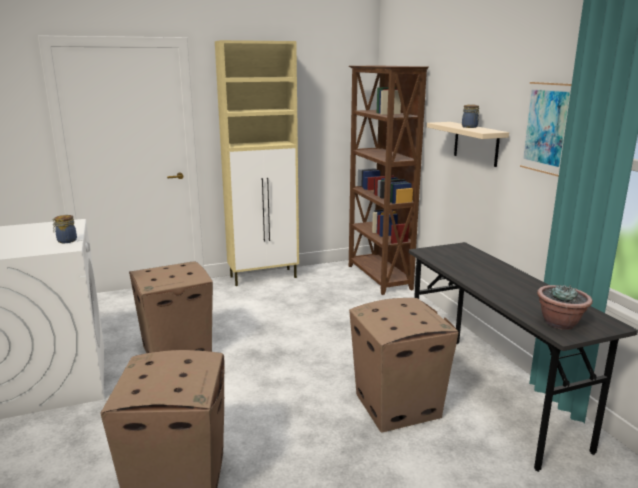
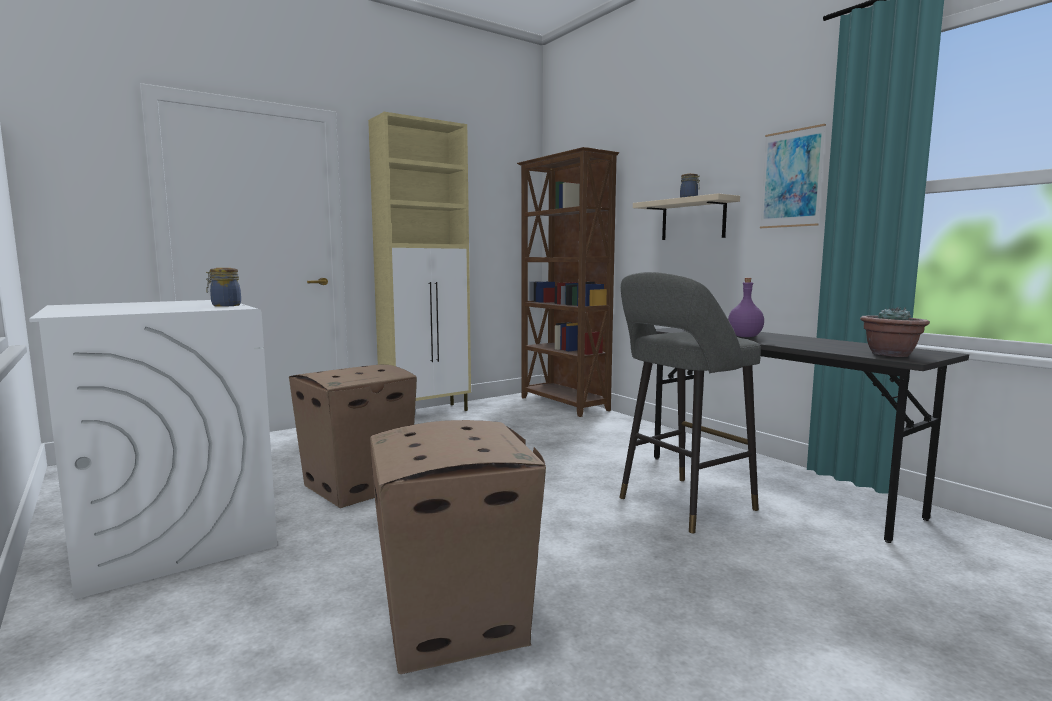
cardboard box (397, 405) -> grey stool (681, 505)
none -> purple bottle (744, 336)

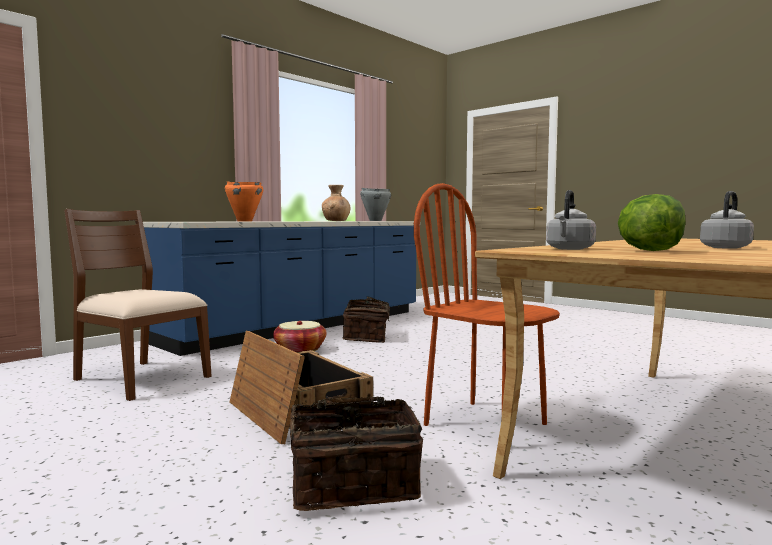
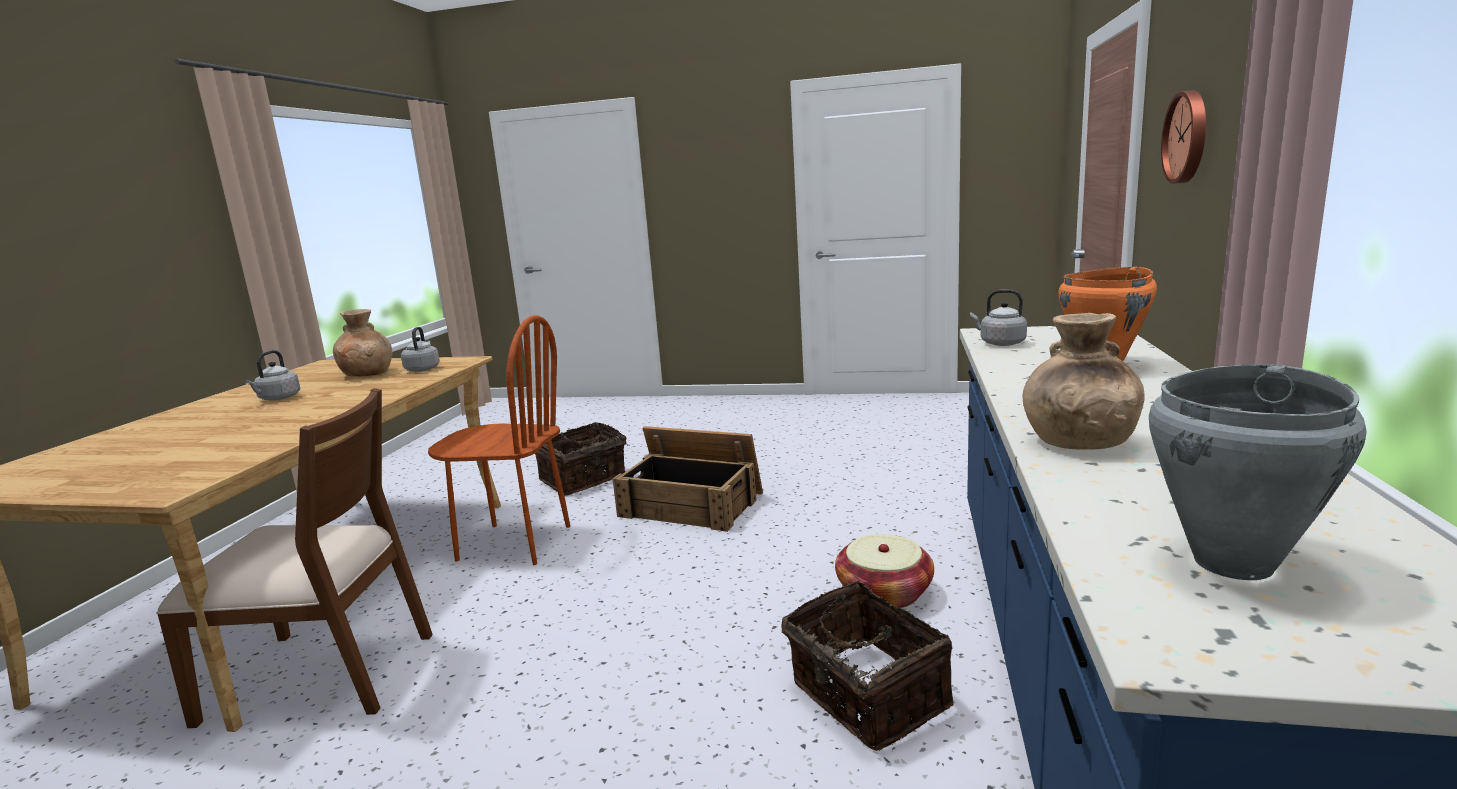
brown chair (140, 378) -> brown chair (324, 674), relocated
lettuce (650, 251) -> brown vase (368, 374)
none -> grey kettle (1000, 343)
none -> wall clock (1188, 137)

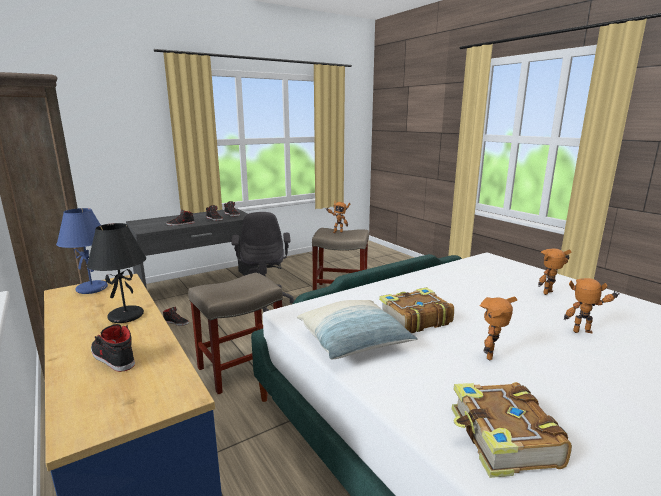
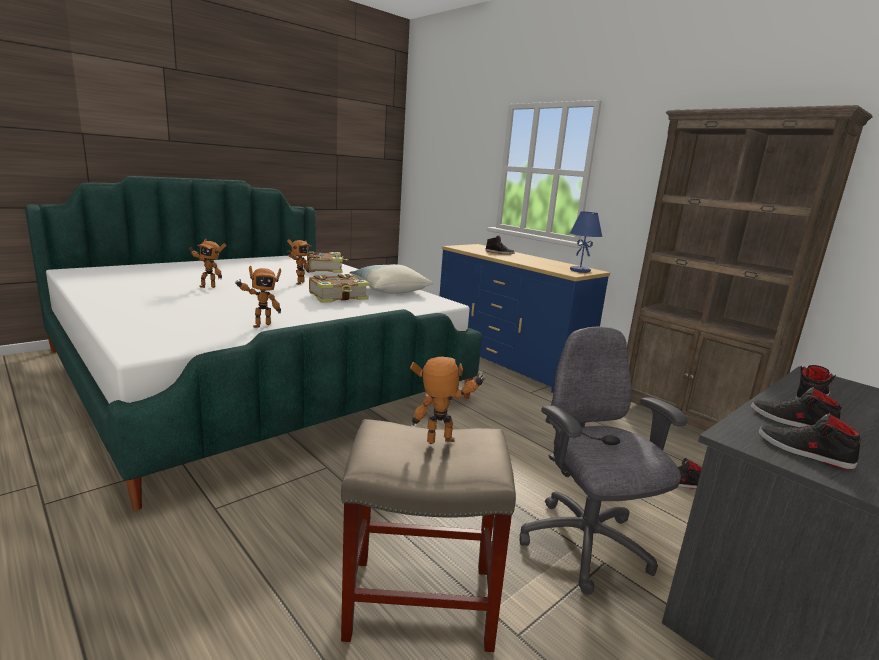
black table lamp (126, 316) -> none
beige stool (240, 368) -> none
toy robot (550, 293) -> toy robot (260, 325), relocated

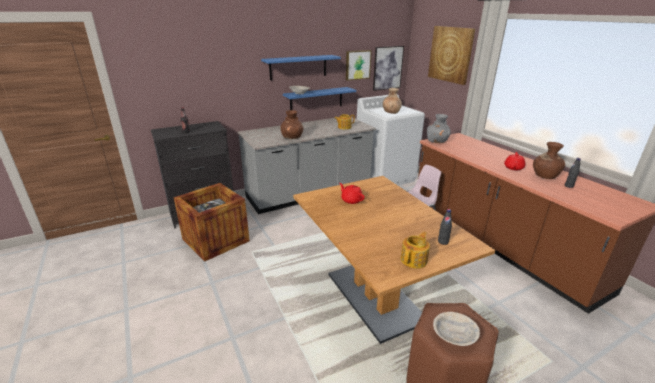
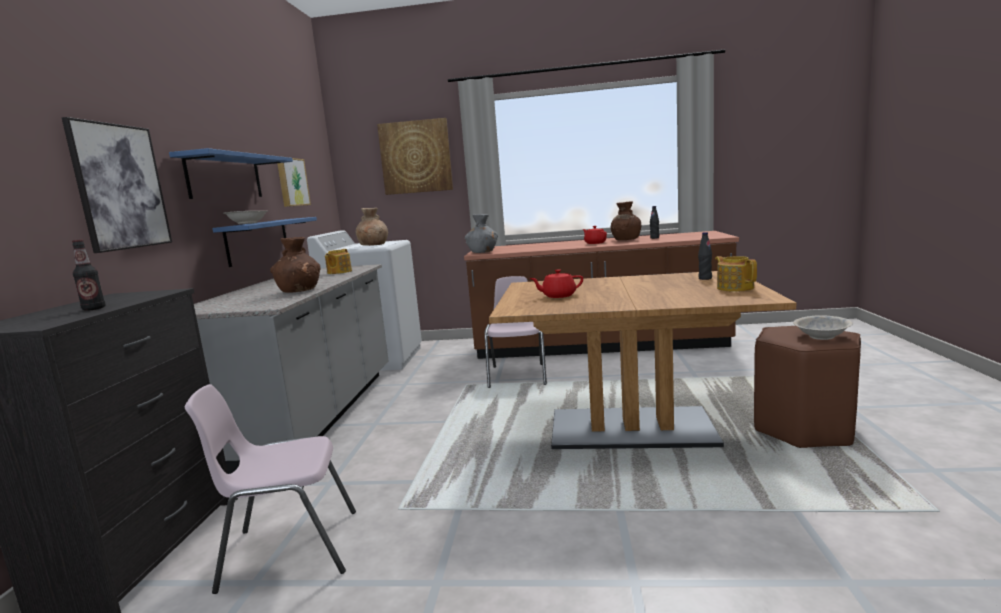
crate (216, 240) -> pink chair (288, 550)
picture (387, 68) -> picture (120, 187), relocated

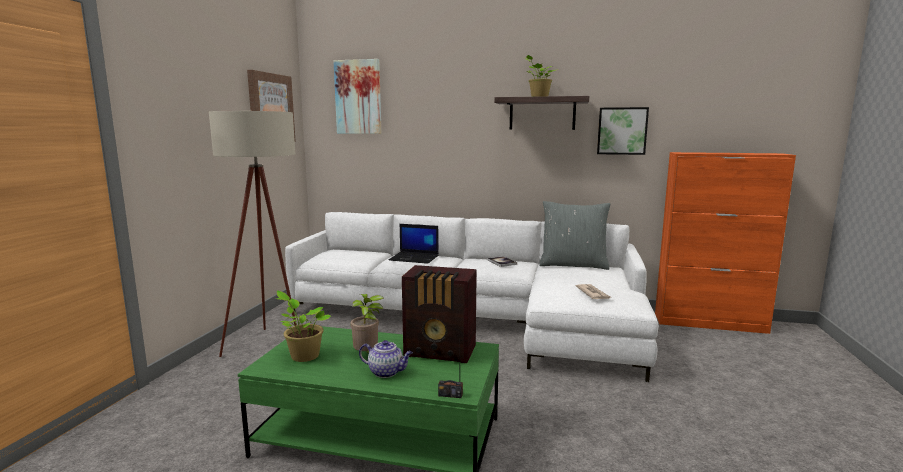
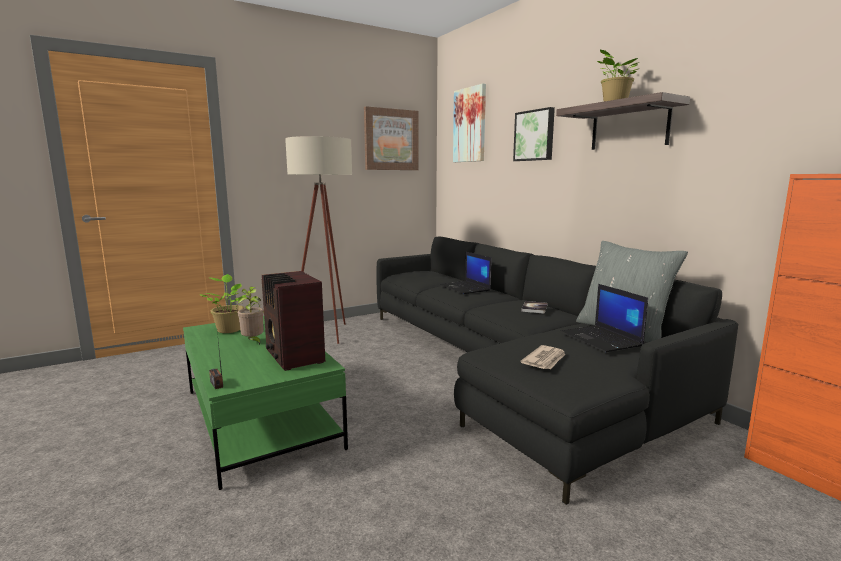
white sofa (476, 319) -> black sofa (506, 368)
teapot (386, 372) -> none
picture (622, 131) -> picture (535, 135), relocated
none -> laptop (602, 339)

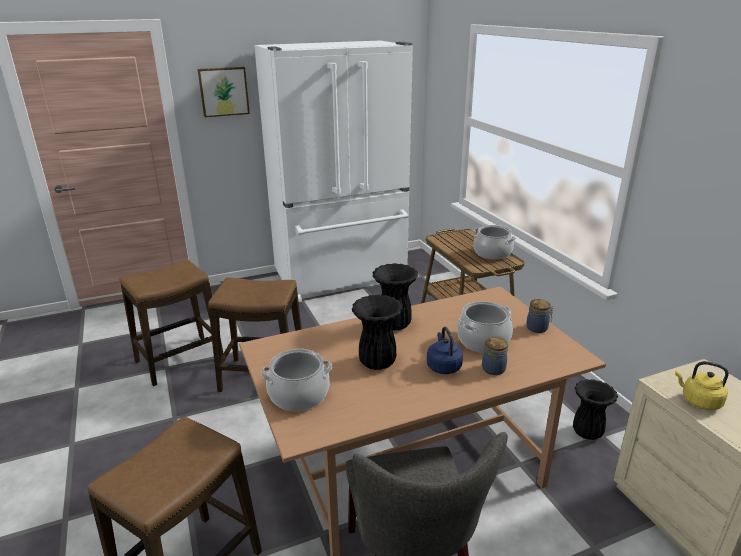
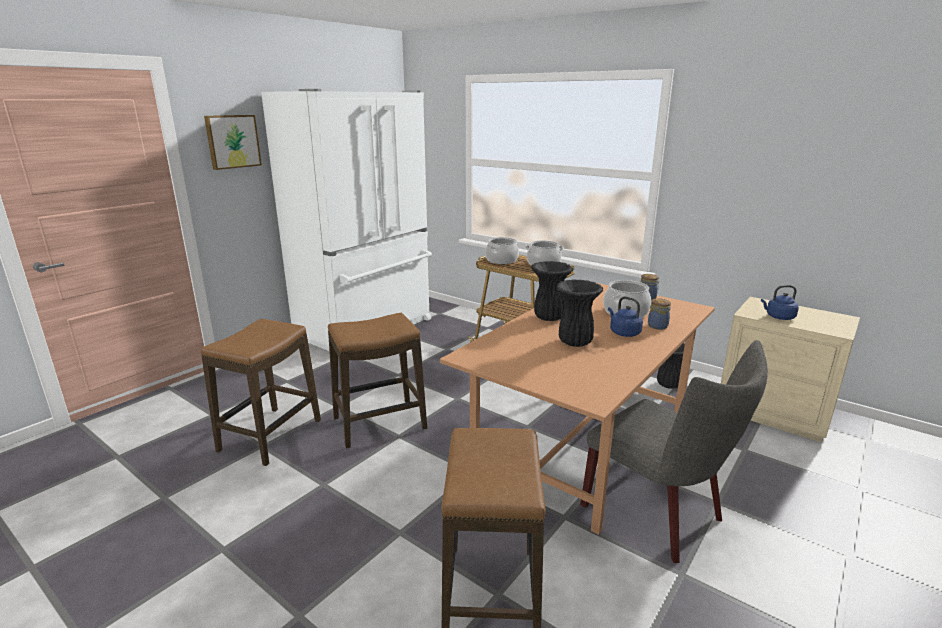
cooking pot (299, 394) -> cooking pot (501, 260), relocated
yellow kettle (698, 401) -> blue kettle (778, 317)

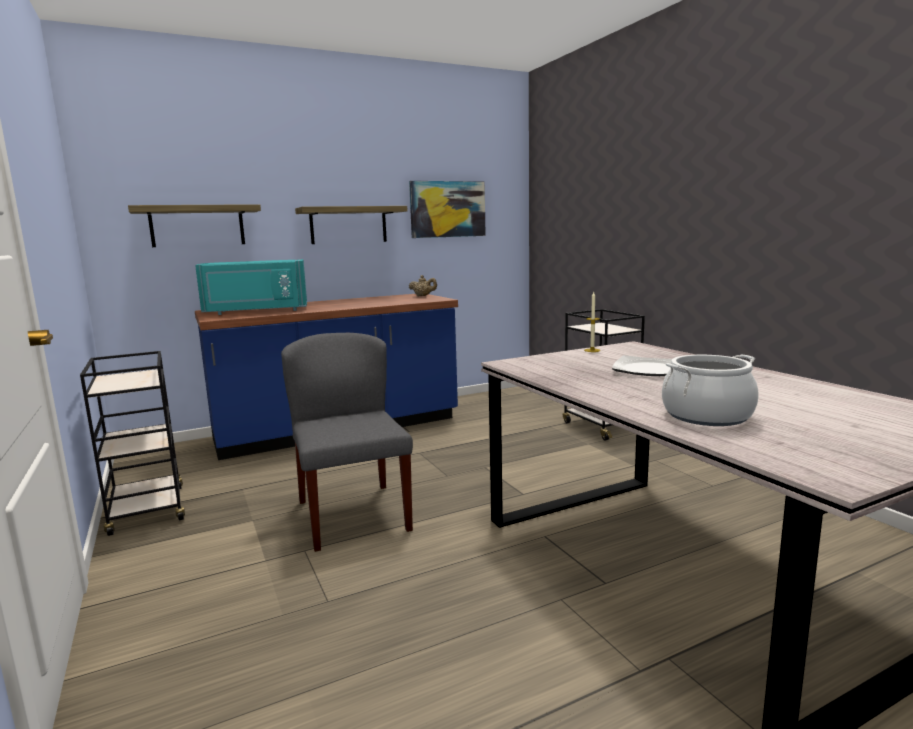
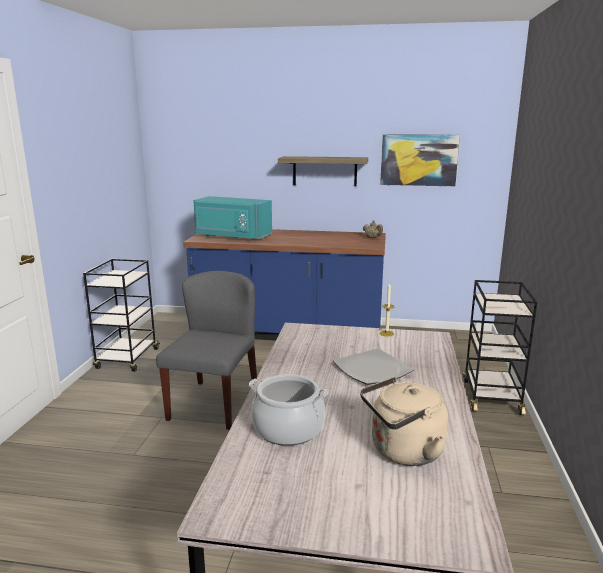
shelf (197, 226) -> none
none -> beige kettle (403, 452)

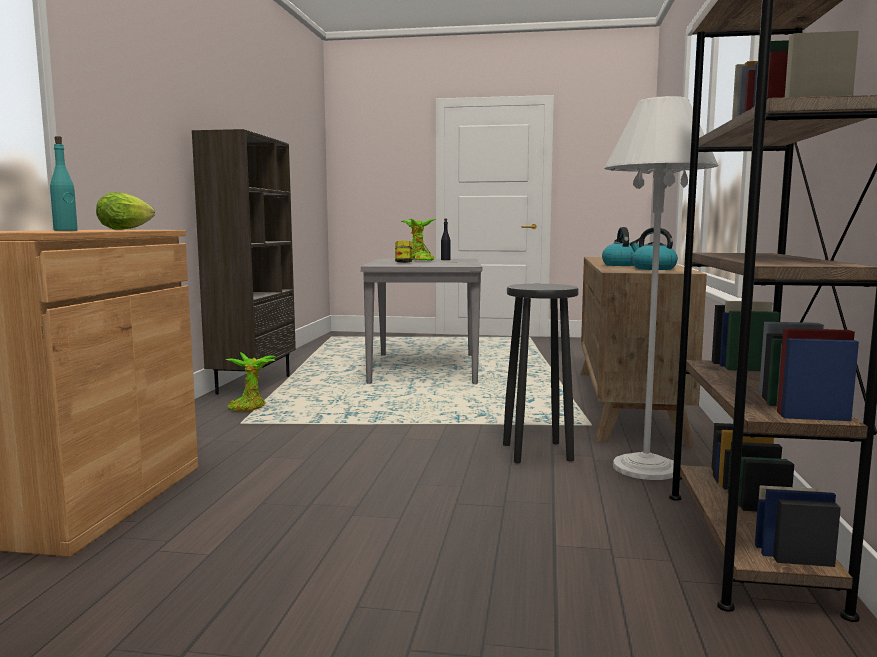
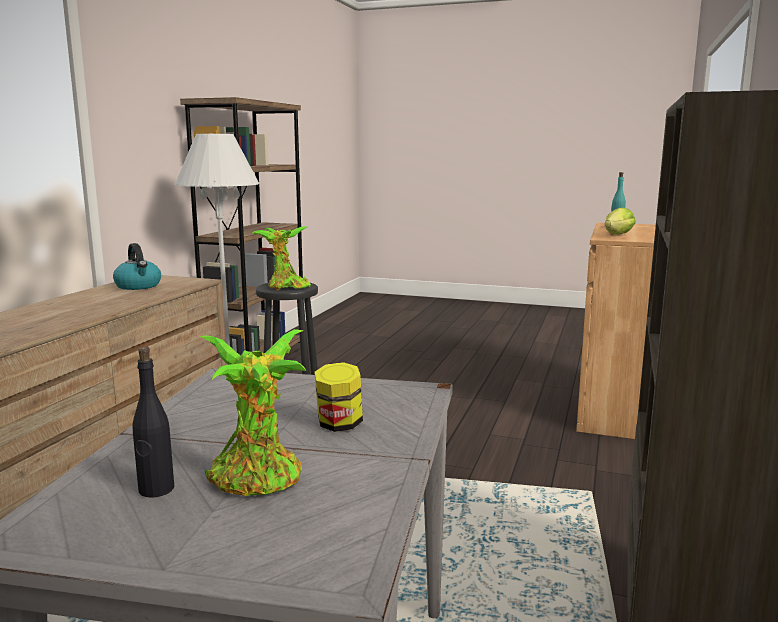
potted plant (250, 407) -> potted plant (286, 287), relocated
kettle (621, 265) -> none

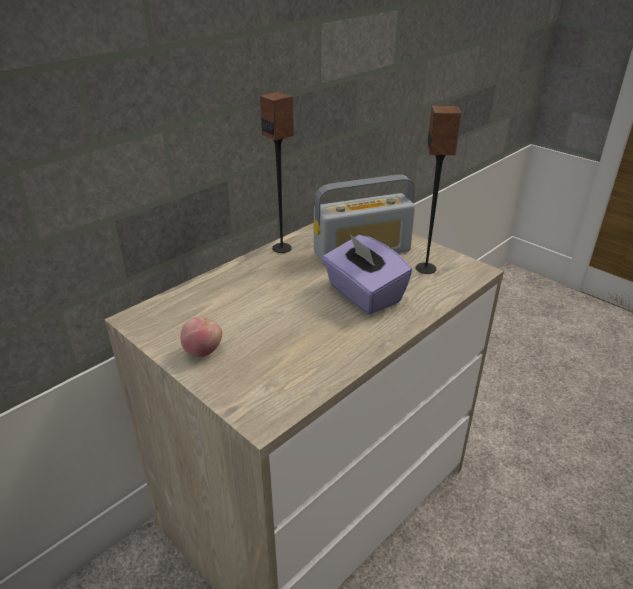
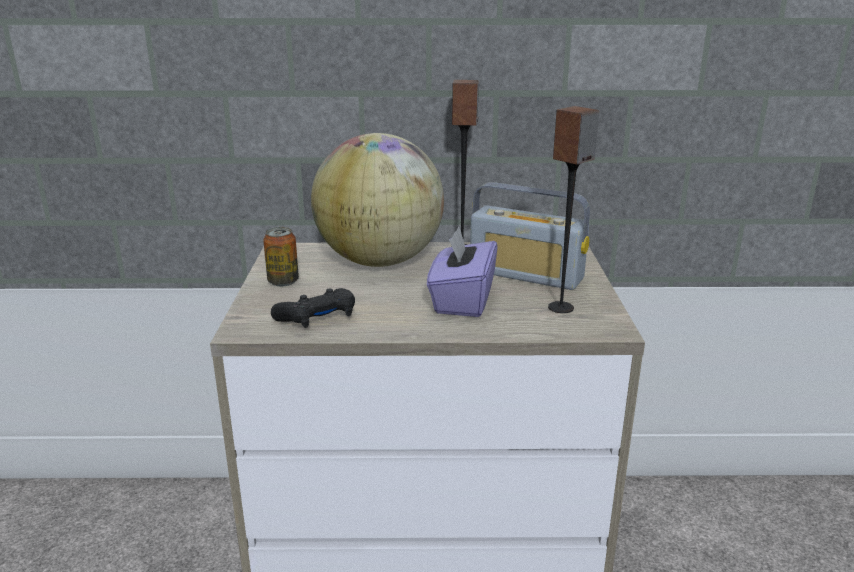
apple (203, 351) -> can (283, 281)
none -> black game controller (318, 318)
none -> globe (379, 261)

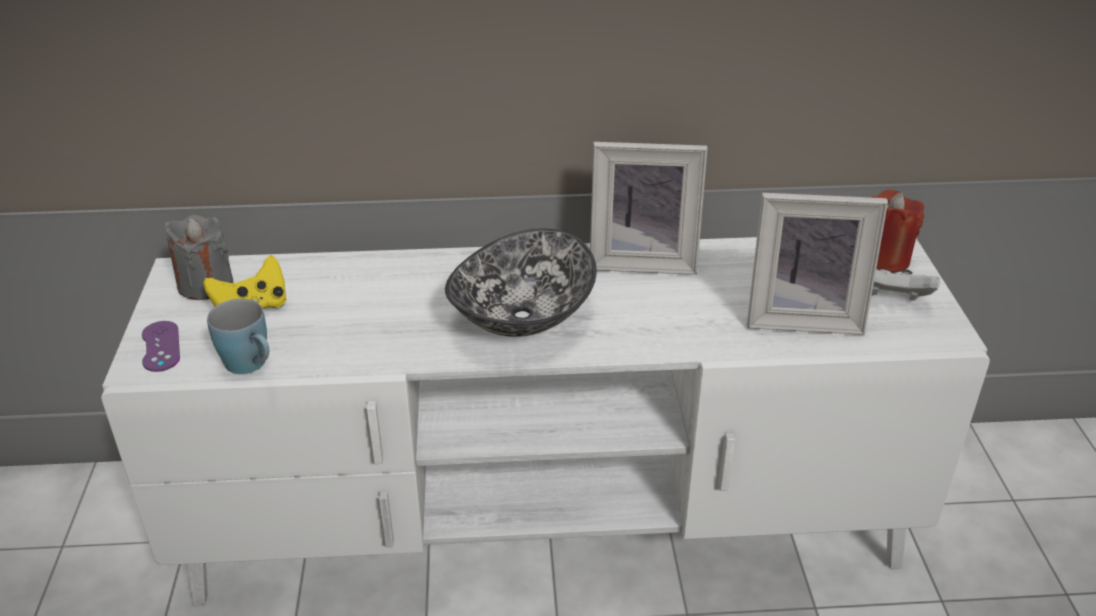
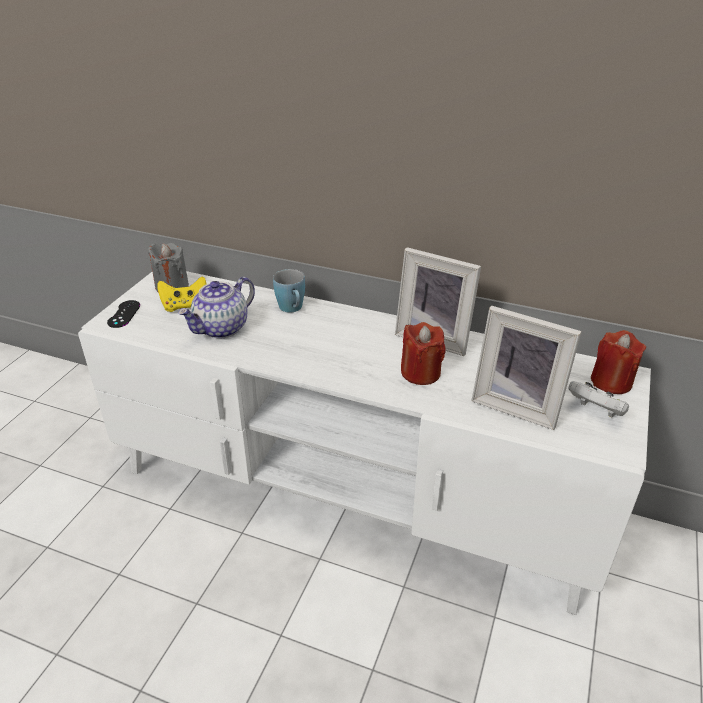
purple game controller (160, 346) -> black game controller (124, 314)
blue mug (251, 366) -> blue mug (292, 309), relocated
bowl (520, 315) -> none
none -> teapot (221, 328)
none -> red candle (420, 373)

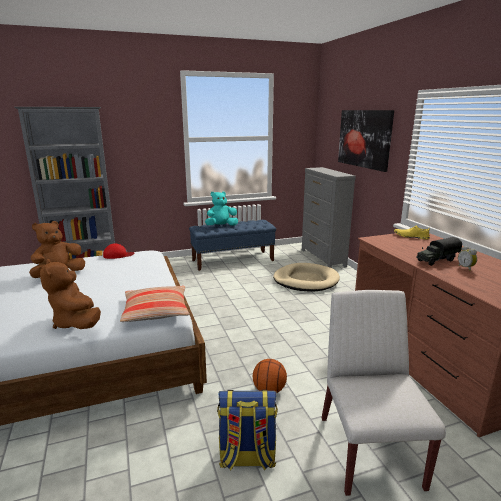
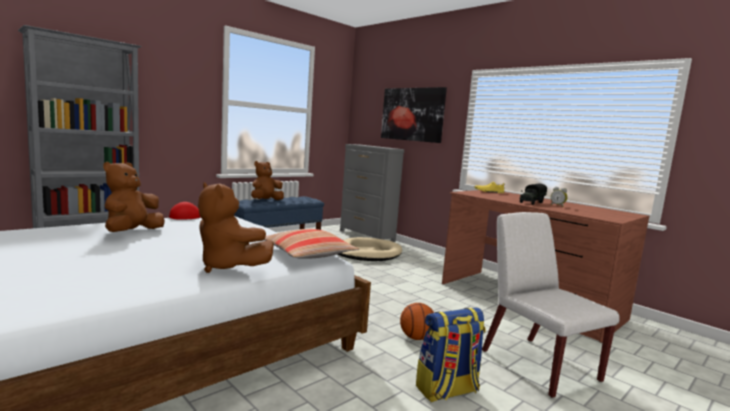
turquoise plush toy (221, 226) -> brown plush toy (266, 200)

